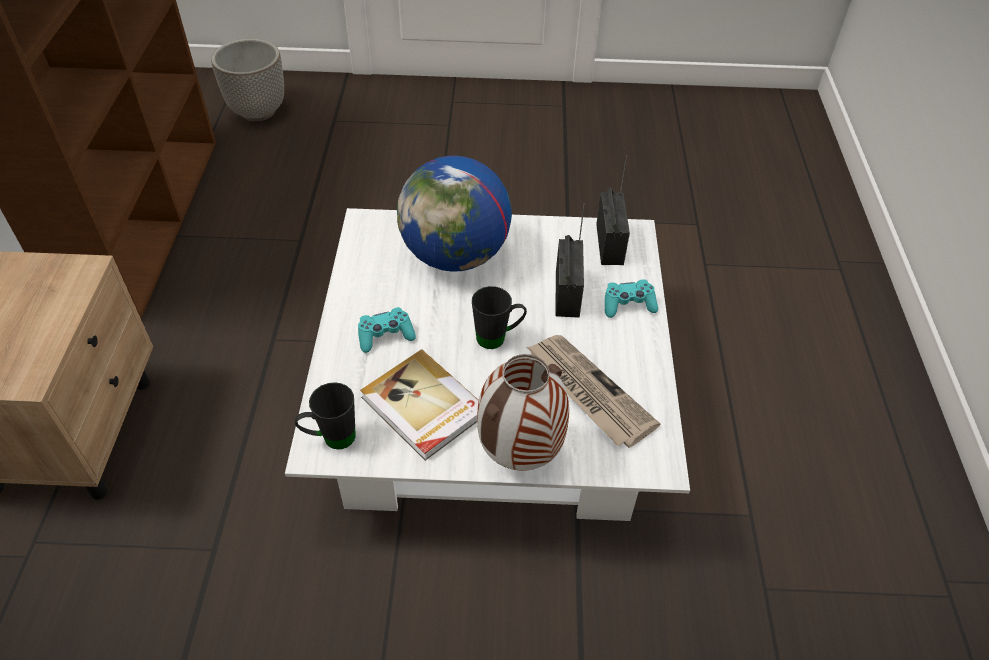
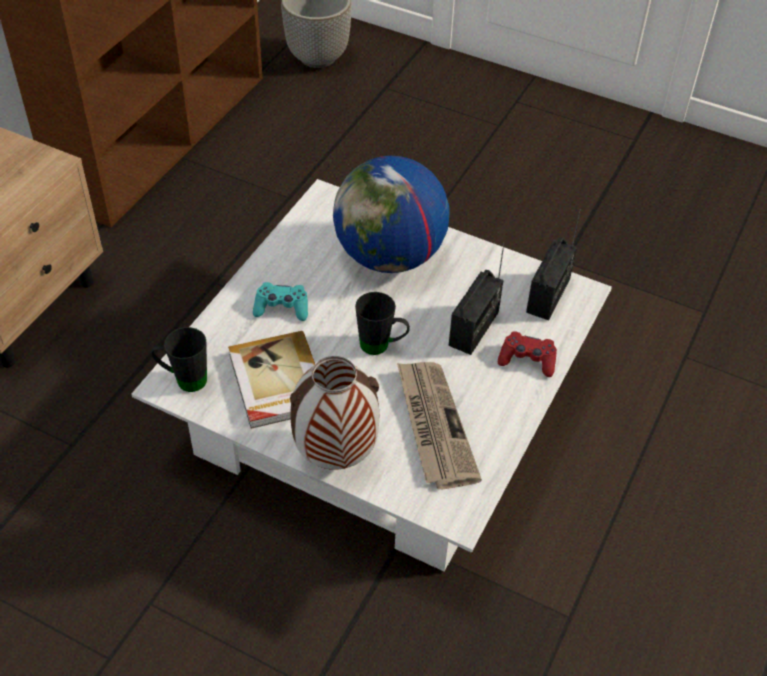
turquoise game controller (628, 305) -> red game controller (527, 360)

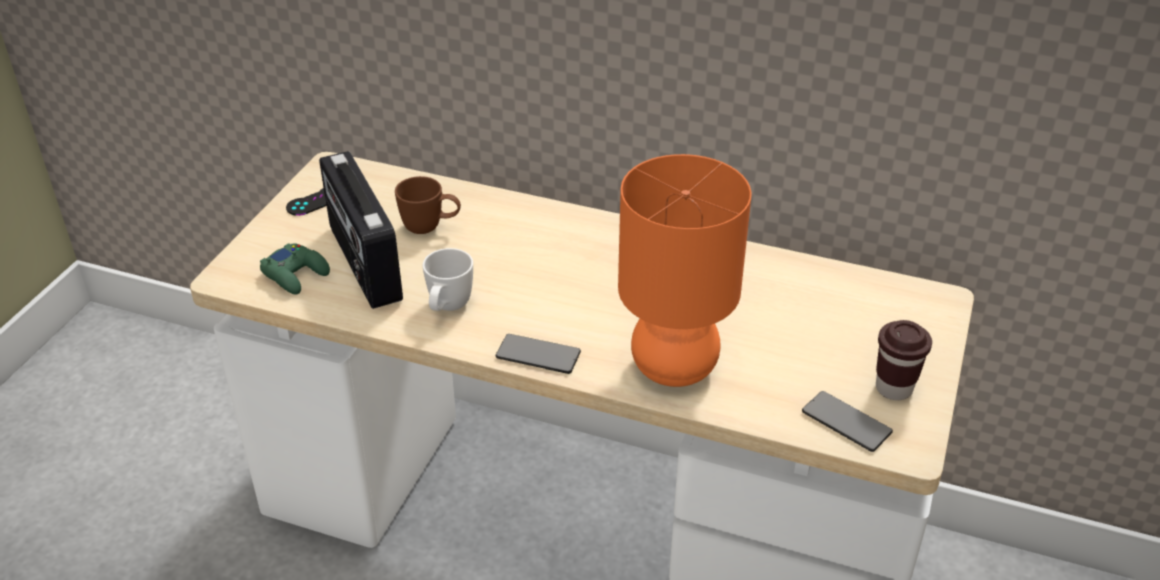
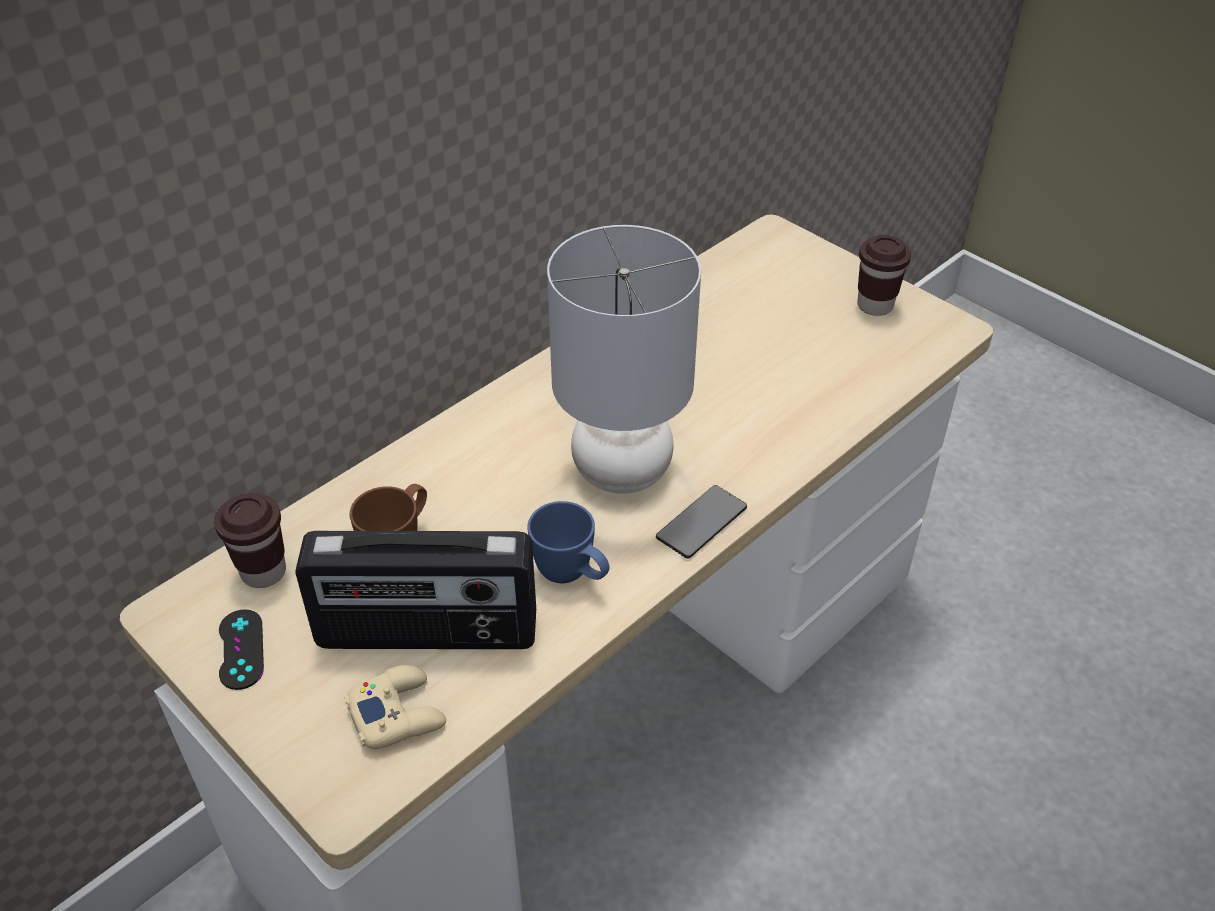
green game controller (296, 274) -> beige game controller (397, 713)
white mug (447, 308) -> blue mug (572, 576)
orange table lamp (672, 368) -> none
phone (846, 422) -> none
none -> brown cup (263, 572)
none -> grey table lamp (620, 470)

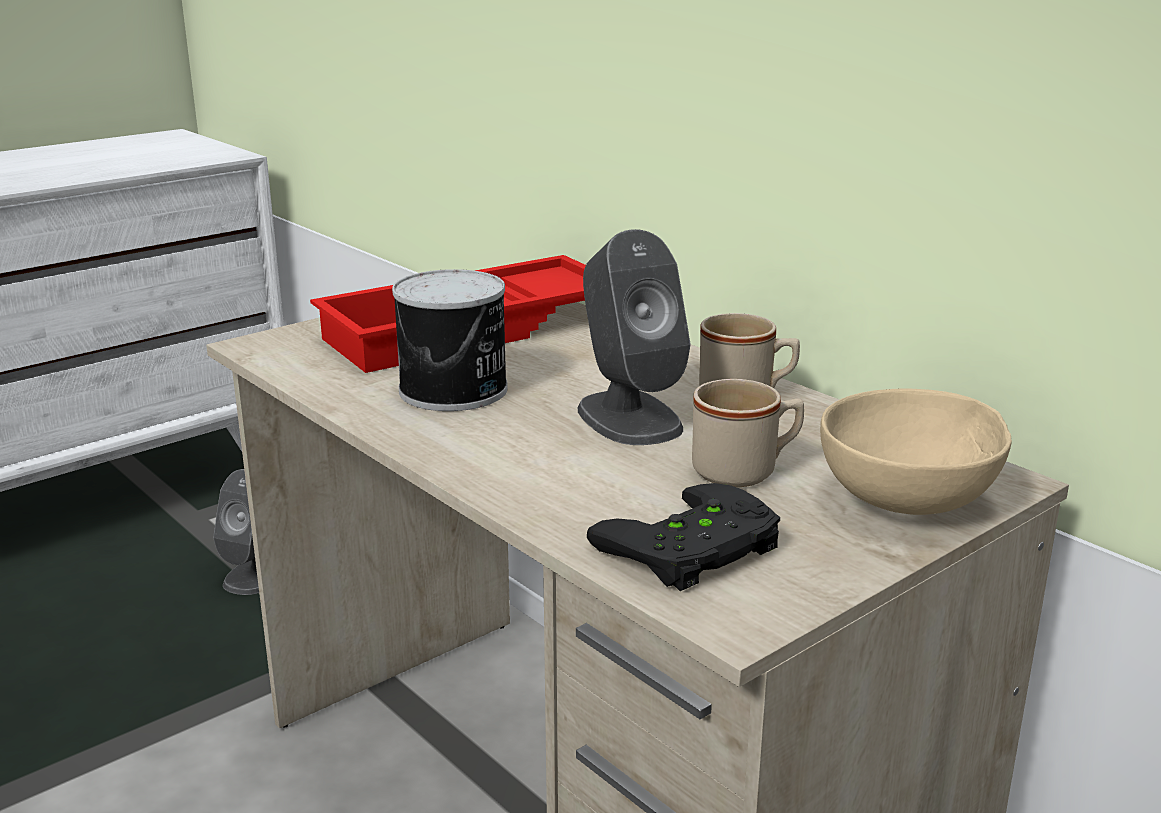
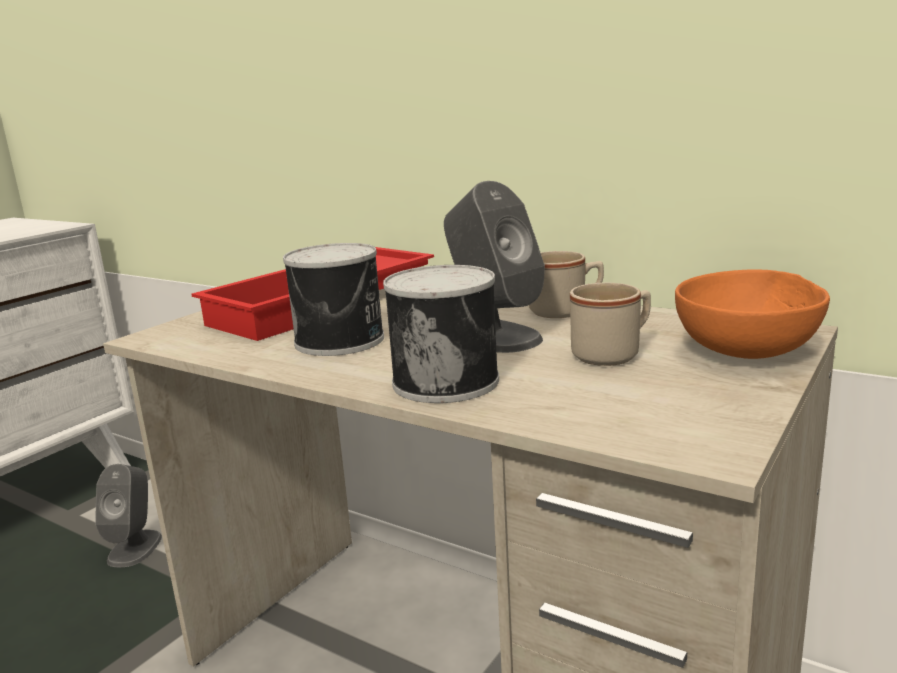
black game controller (695, 551) -> none
beige bowl (911, 501) -> orange bowl (749, 352)
none -> can (447, 381)

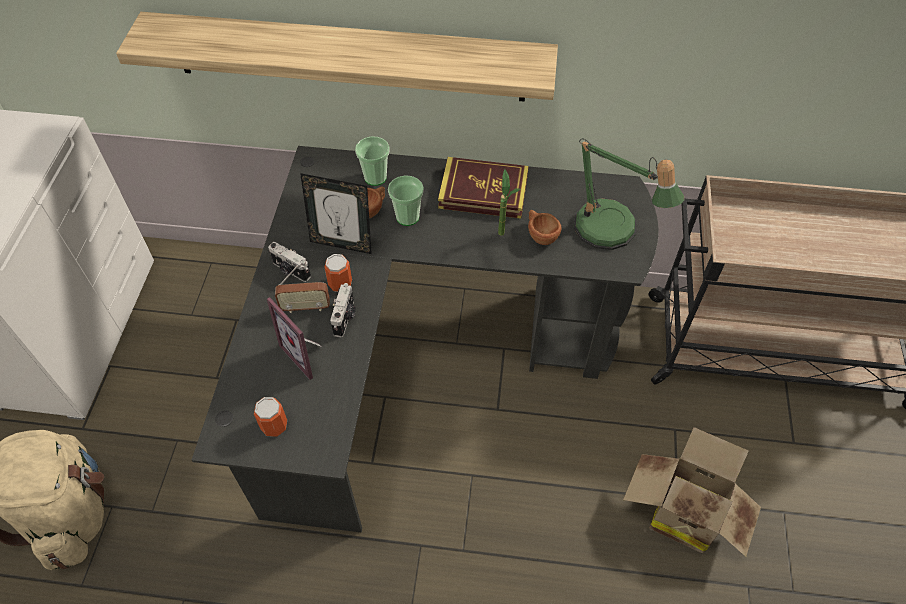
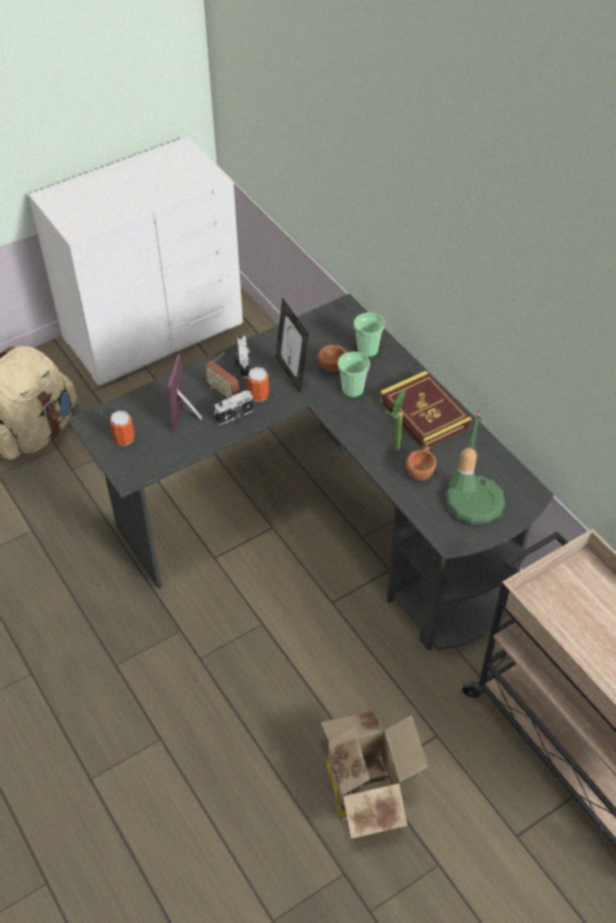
shelf (348, 57) -> none

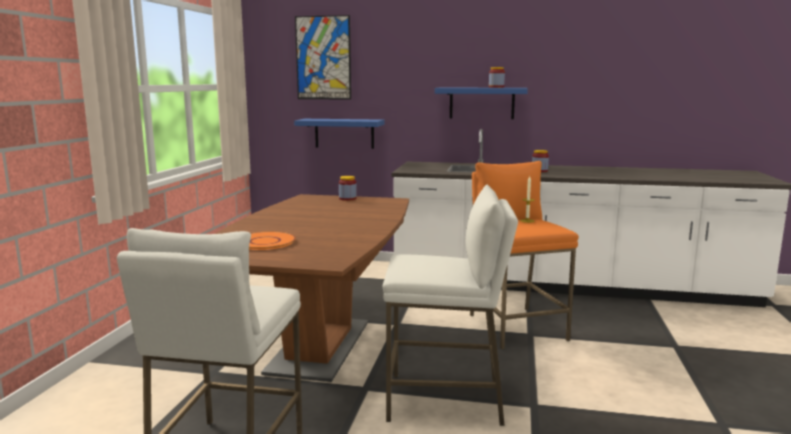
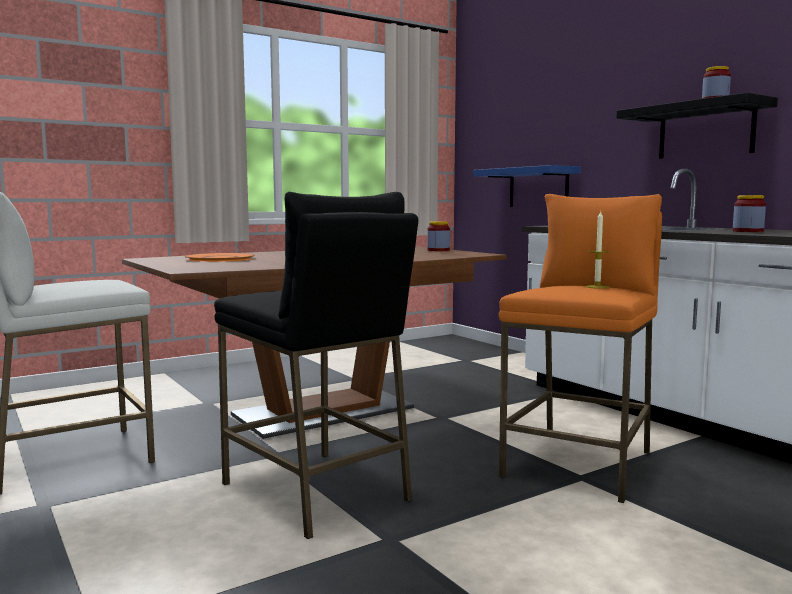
picture (323, 58) -> none
white stool (445, 399) -> black stool (317, 492)
blue shelf (481, 103) -> black shelf (705, 131)

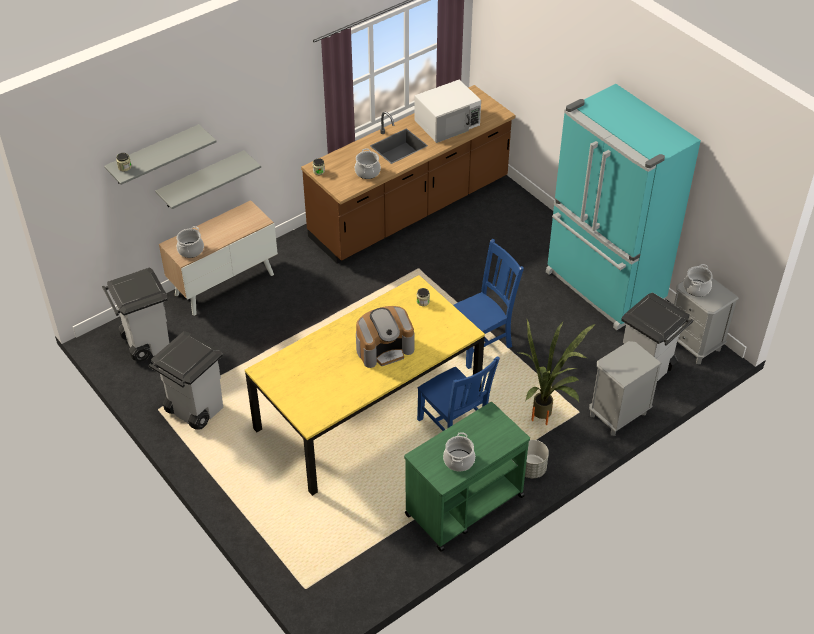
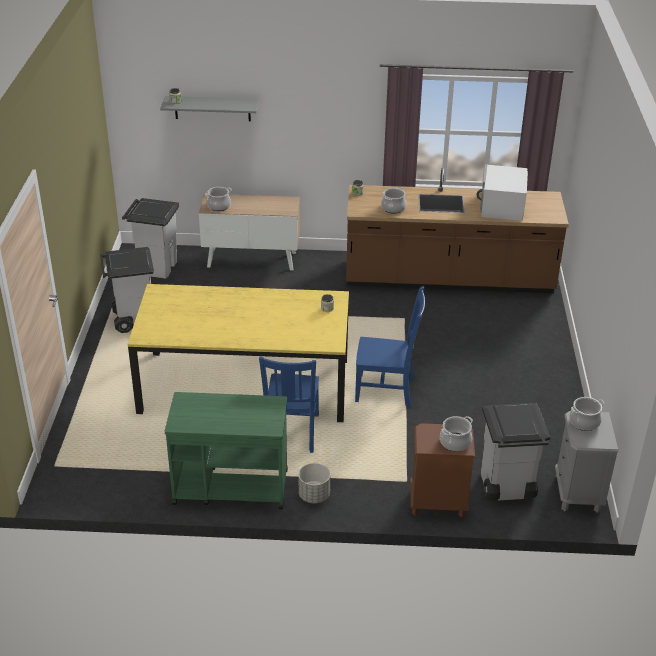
grey shelf (201, 180) -> none
coffee machine (384, 348) -> none
white microwave (447, 123) -> white microwave (502, 205), 90 degrees clockwise
cooking pot (459, 460) -> cooking pot (455, 442), relocated
potted plant (547, 420) -> none
turquoise fridge (603, 287) -> none
grey nightstand (617, 415) -> brown nightstand (437, 503)

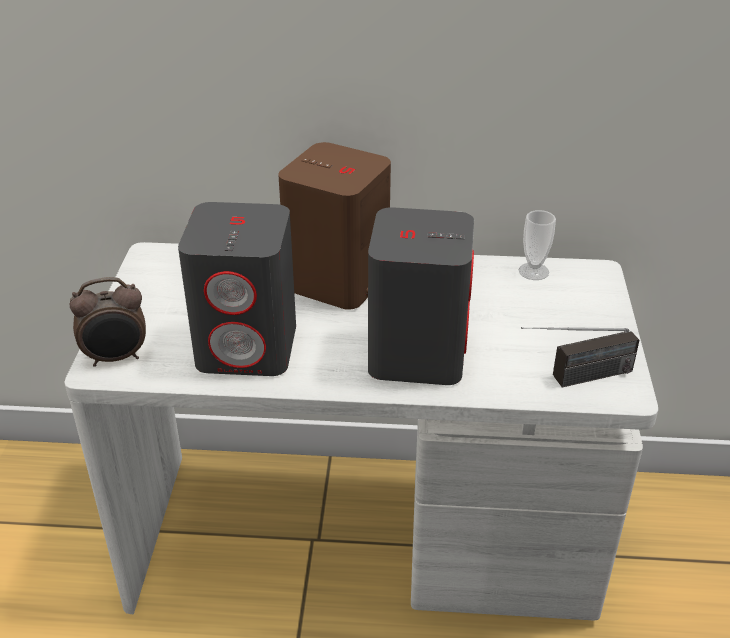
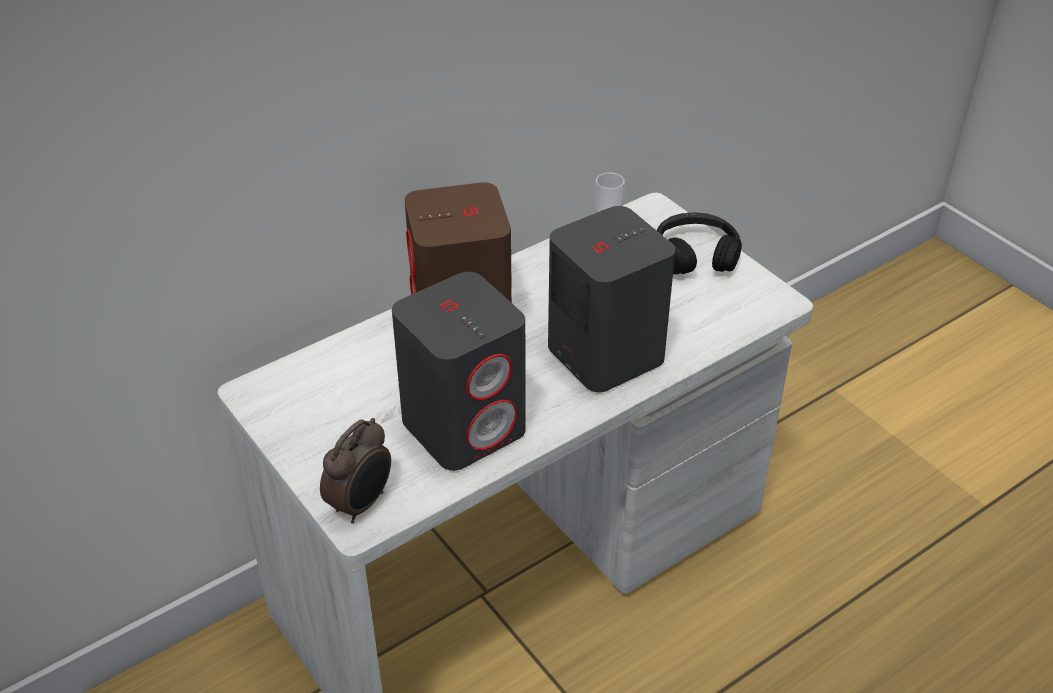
radio (574, 379) -> none
none -> black headphones (695, 255)

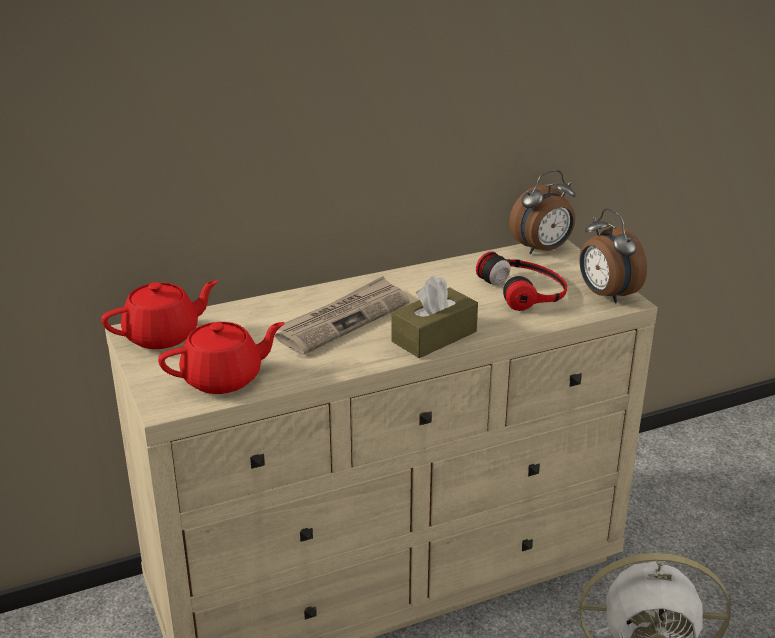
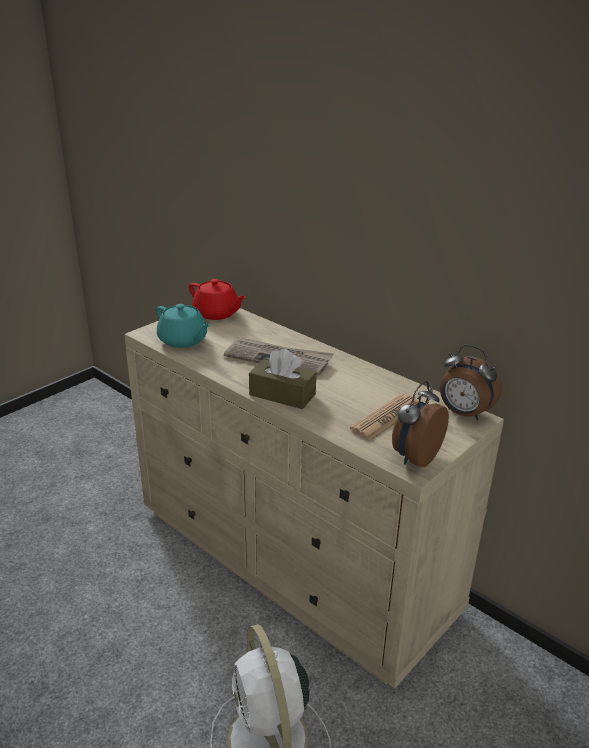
red teapot (224, 378) -> turquoise teapot (183, 341)
headphones (525, 289) -> newspaper (386, 418)

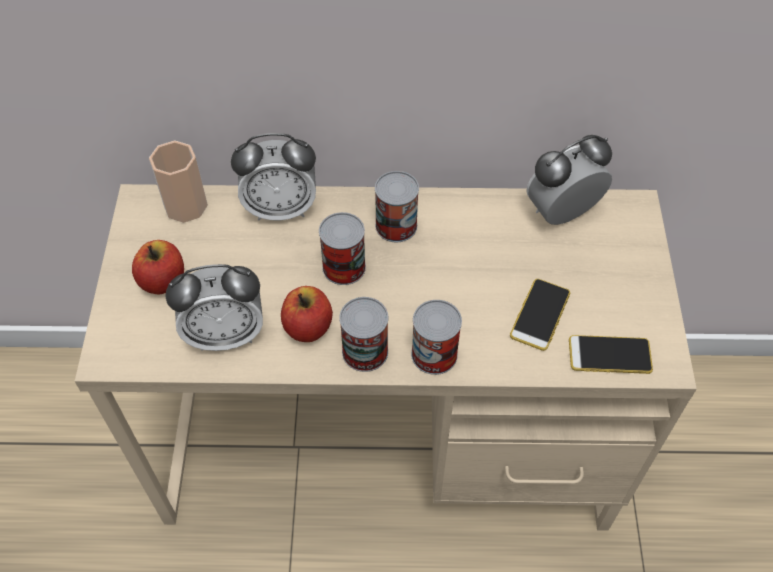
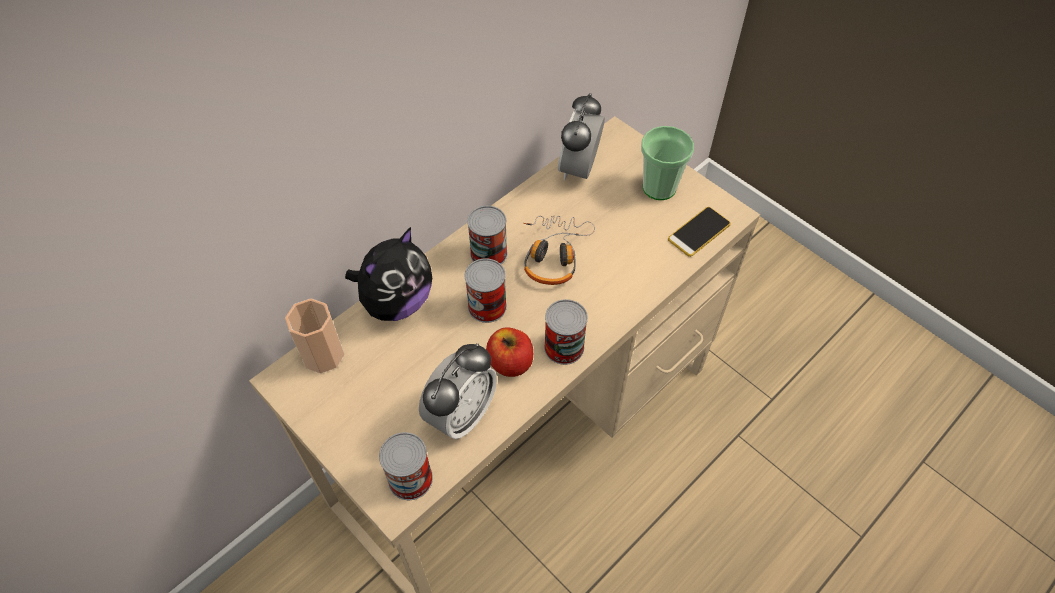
apple (163, 280) -> none
alarm clock (280, 208) -> plush toy (396, 302)
can (434, 354) -> can (410, 479), relocated
phone (540, 314) -> none
none -> headphones (553, 255)
none -> cup (659, 188)

